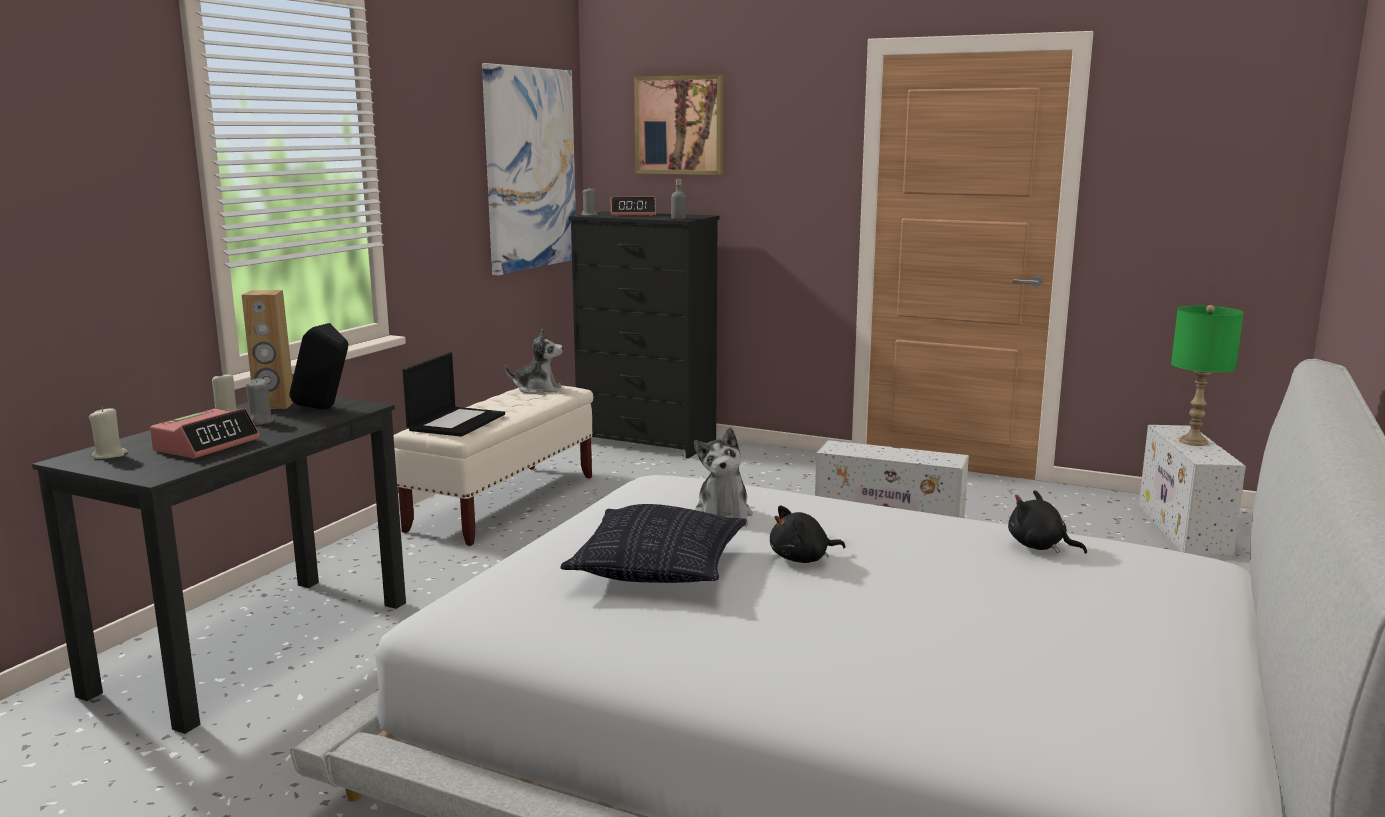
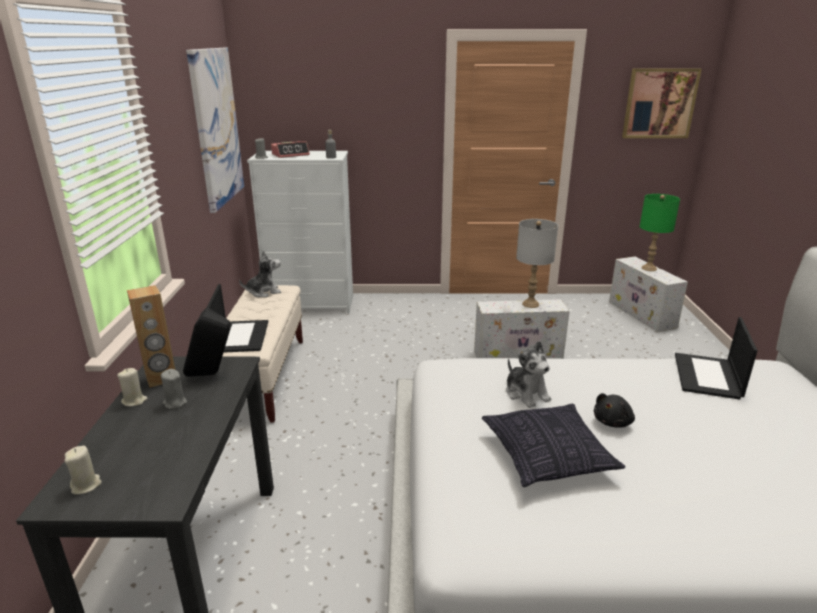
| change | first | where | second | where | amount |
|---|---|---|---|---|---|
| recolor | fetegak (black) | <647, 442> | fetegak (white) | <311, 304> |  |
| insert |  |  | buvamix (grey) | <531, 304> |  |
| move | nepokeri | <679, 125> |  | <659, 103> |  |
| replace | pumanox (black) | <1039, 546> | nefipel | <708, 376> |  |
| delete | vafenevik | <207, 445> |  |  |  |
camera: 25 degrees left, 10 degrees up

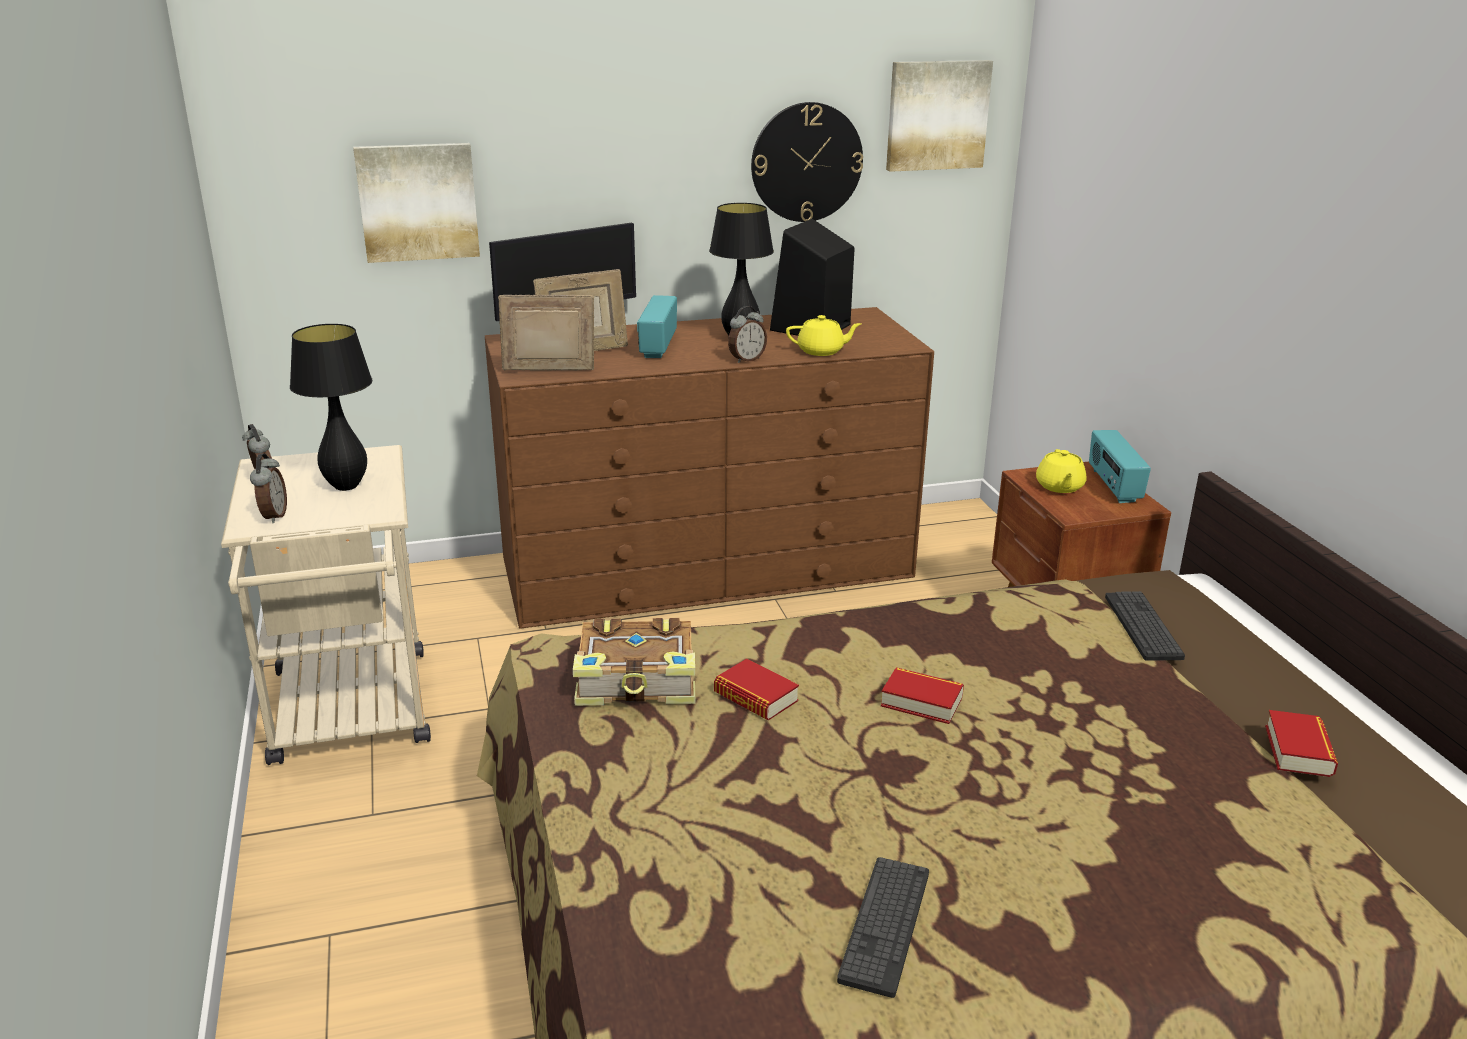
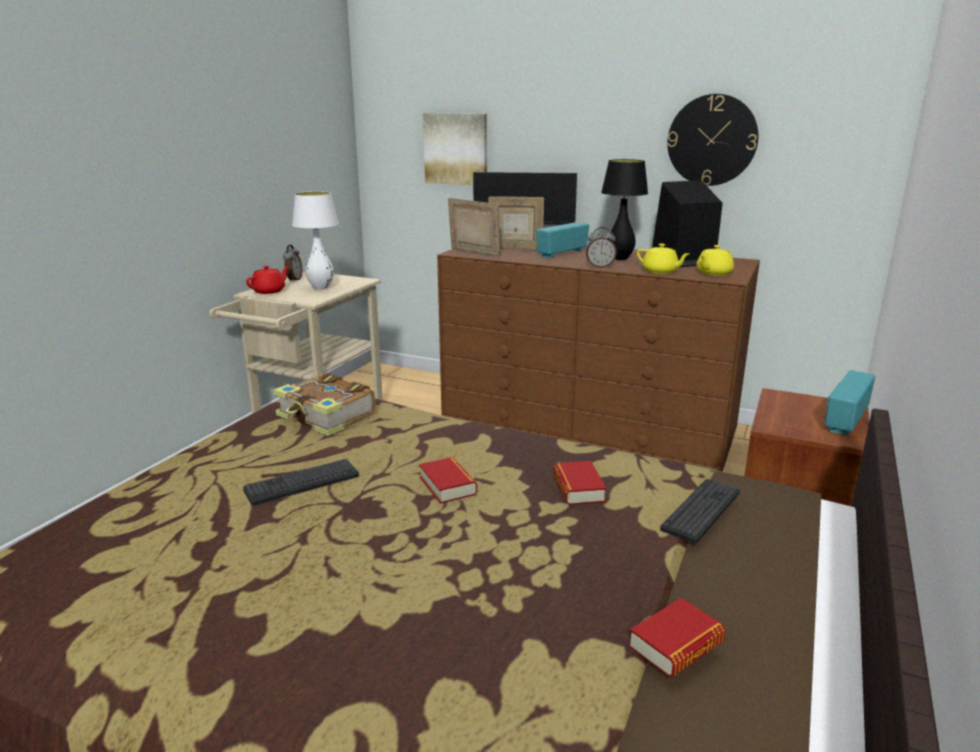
| change | first | where | second | where | amount |
|---|---|---|---|---|---|
| move | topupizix | <885, 925> |  | <302, 483> |  |
| replace | vafenevik | <273, 516> | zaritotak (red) | <269, 291> |  |
| recolor | buvamix (black) | <346, 486> | buvamix (white) | <321, 288> |  |
| move | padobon | <755, 697> |  | <578, 488> |  |
| move | zaritotak (yellow) | <1059, 487> |  | <713, 273> |  |
| delete | nepokeri | <937, 115> |  |  |  |
camera: 40 degrees right, 5 degrees down

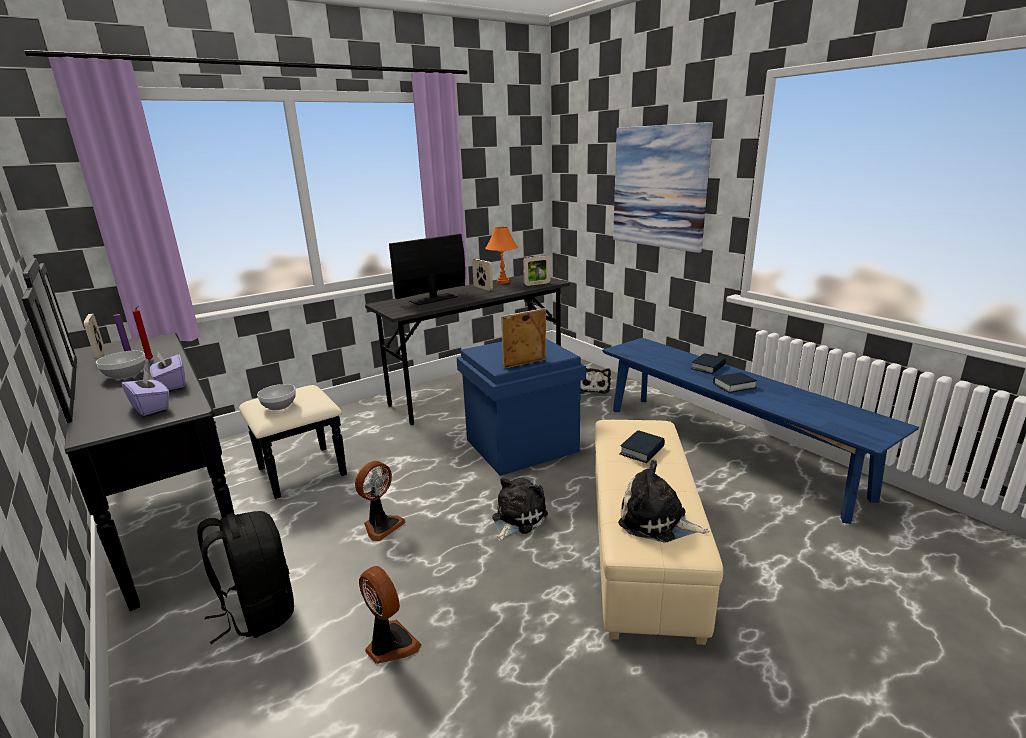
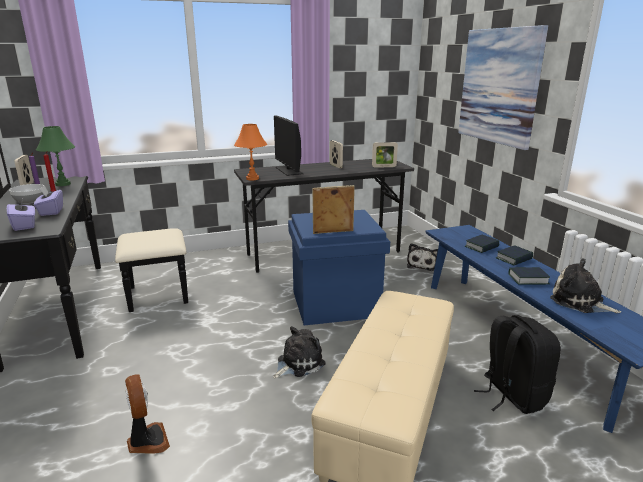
| change | first | where | second | where | amount |
|---|---|---|---|---|---|
| insert |  |  | buvamix (green) | <63, 184> |  |
| move | buvamix (orange) | <502, 282> |  | <252, 178> |  |
| rotate | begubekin | <433, 299> |  | <289, 170> | 90 degrees counterclockwise |
| move | padobon | <642, 451> |  | <481, 247> |  |
| move | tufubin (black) | <258, 612> |  | <512, 395> |  |
| move | pumanox | <657, 522> |  | <580, 302> |  |
| delete | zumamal | <278, 406> |  |  |  |
| delete | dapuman | <381, 525> |  |  |  |
camera: 15 degrees right, 0 degrees up

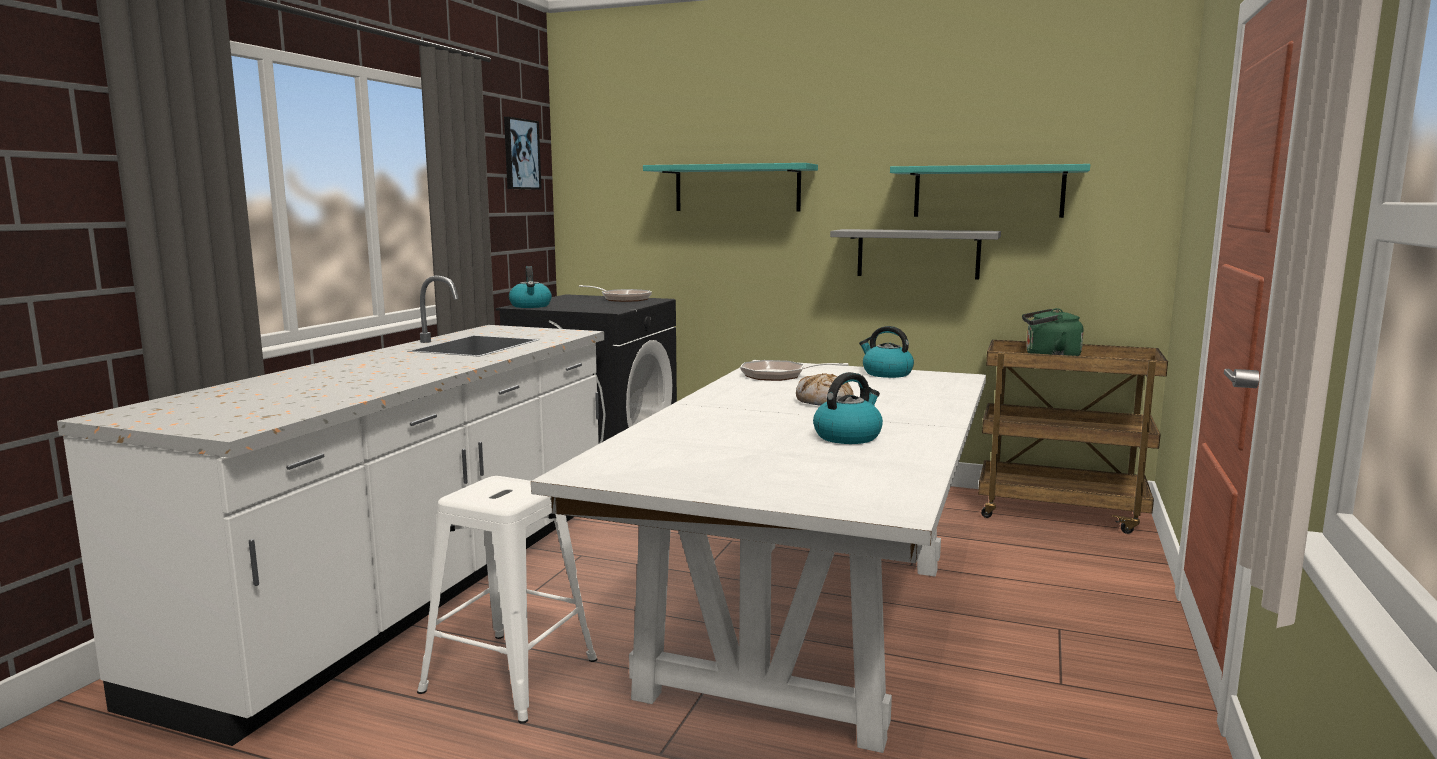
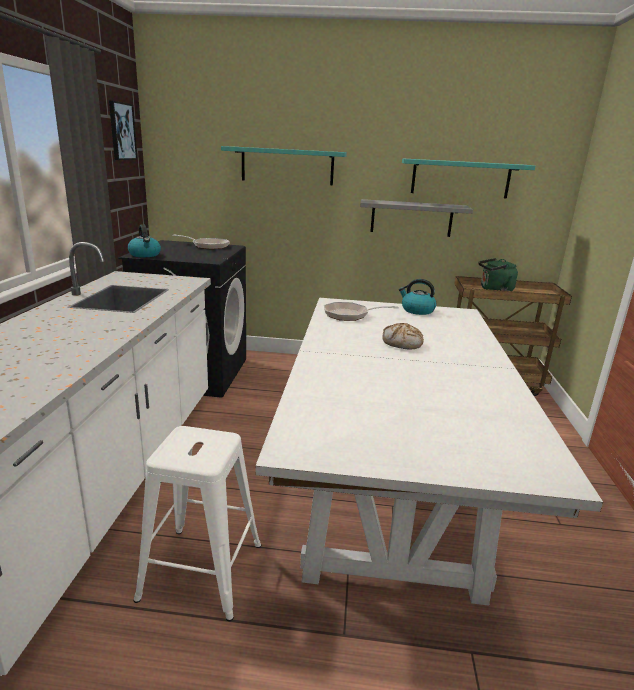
| change | first | where | second | where | amount |
|---|---|---|---|---|---|
| delete | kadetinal | <848, 436> |  |  |  |
camera: 15 degrees left, 10 degrees up

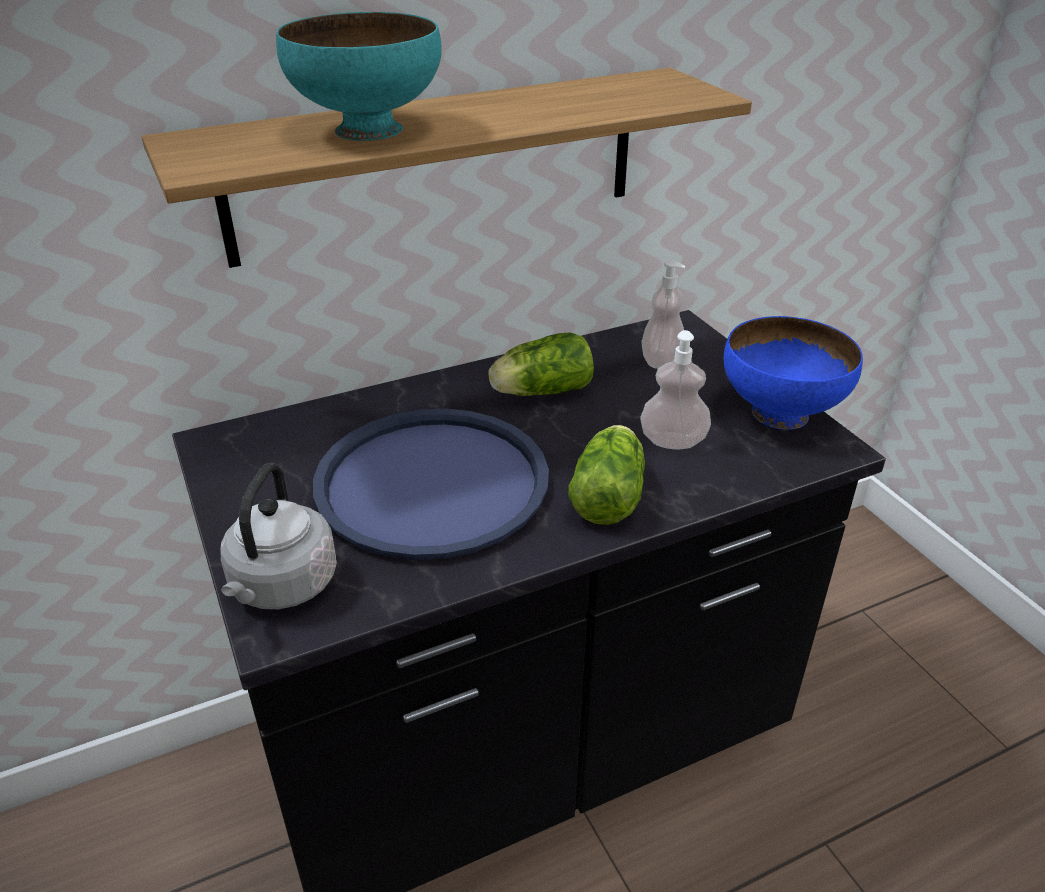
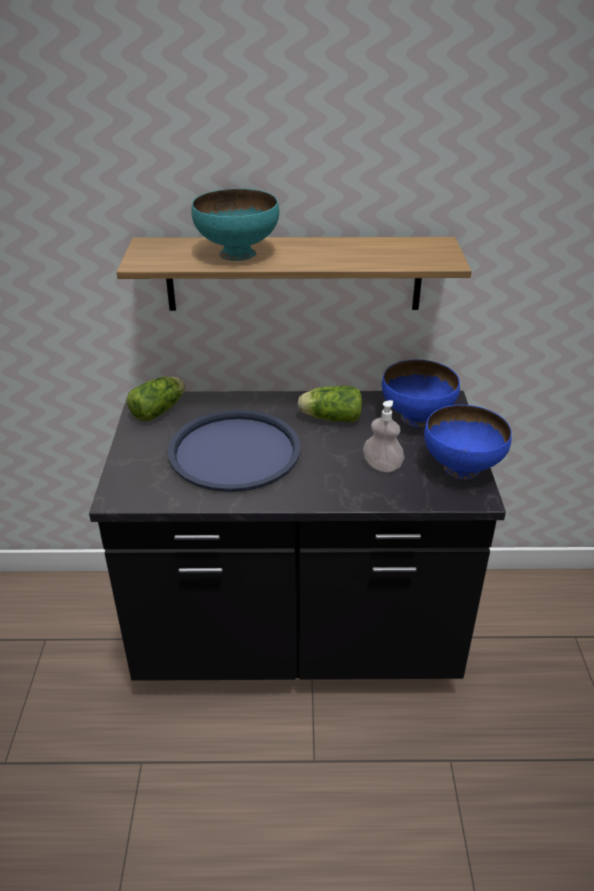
| change | first | where | second | where | amount |
|---|---|---|---|---|---|
| move | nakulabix | <609, 494> |  | <160, 410> |  |
| replace | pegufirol | <661, 360> | zumamal (blue) | <416, 417> |  |
| delete | kadetinal (grey) | <282, 587> |  |  |  |
camera: 25 degrees right, 0 degrees up

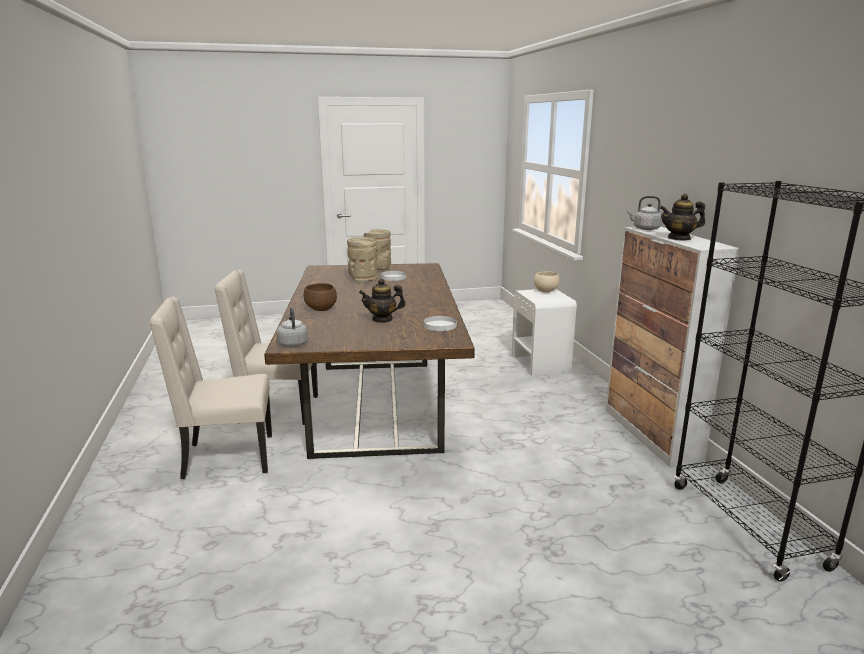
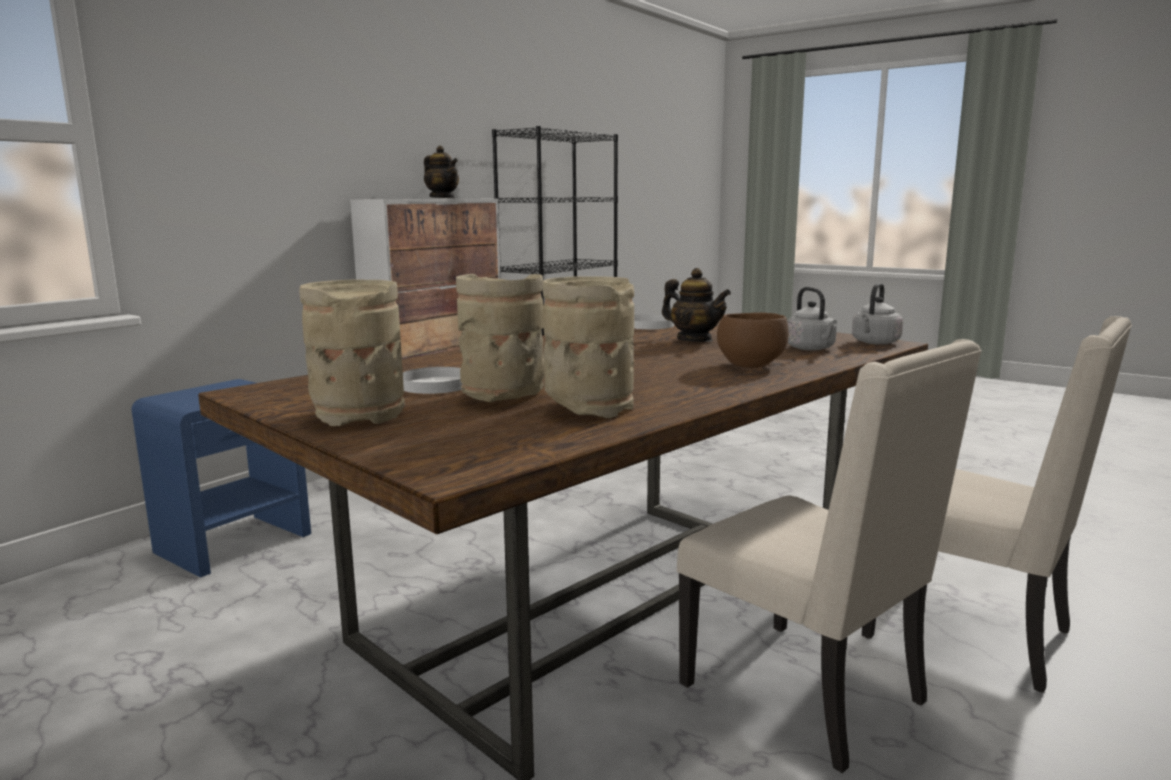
| change | first | where | second | where | amount |
|---|---|---|---|---|---|
| recolor | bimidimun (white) | <540, 364> | bimidimun (blue) | <235, 542> |  |
| insert |  |  | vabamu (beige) | <588, 407> |  |
| move | kadetinal (grey) | <645, 229> |  | <811, 349> |  |
| delete | zumamal (beige) | <545, 291> |  |  |  |
camera: 130 degrees left, 5 degrees down

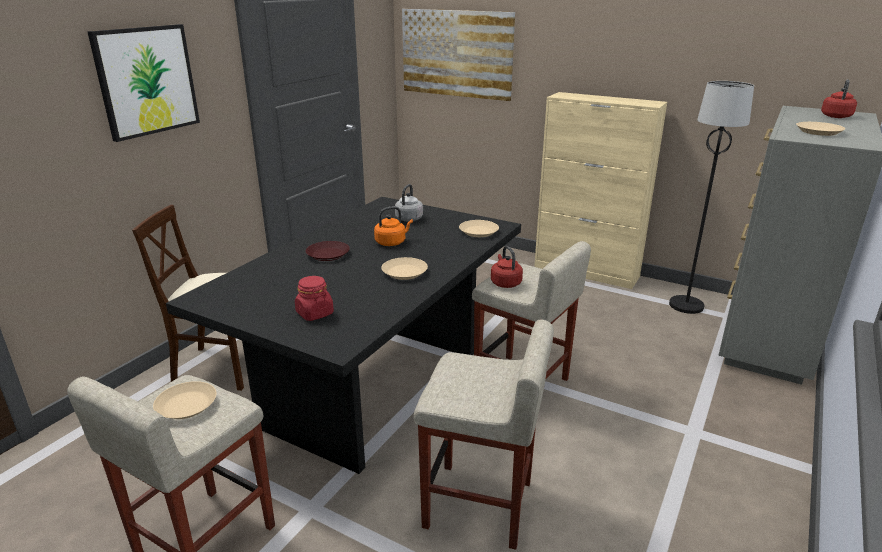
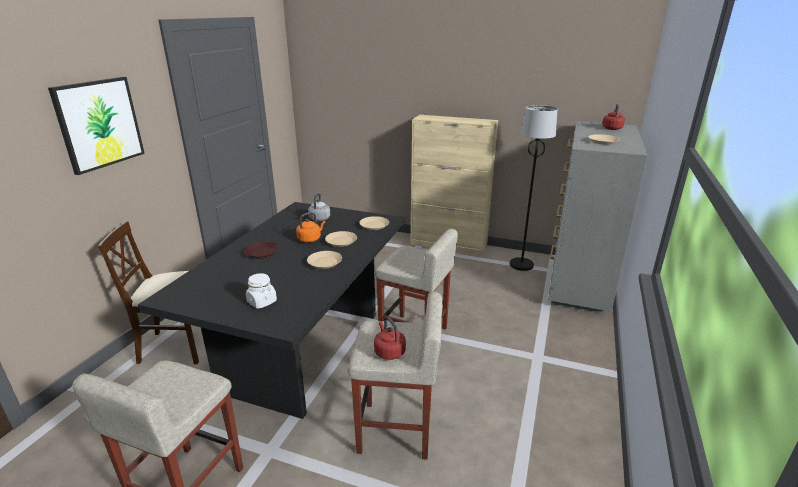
| change | first | where | second | where | amount |
|---|---|---|---|---|---|
| recolor | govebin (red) | <314, 313> | govebin (white) | <261, 302> |  |
| move | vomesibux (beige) | <186, 406> |  | <341, 242> |  |
| move | kadetinal (red) | <505, 283> |  | <389, 351> |  |
| delete | nepokeri | <456, 53> |  |  |  |
camera: 10 degrees left, 0 degrees up

